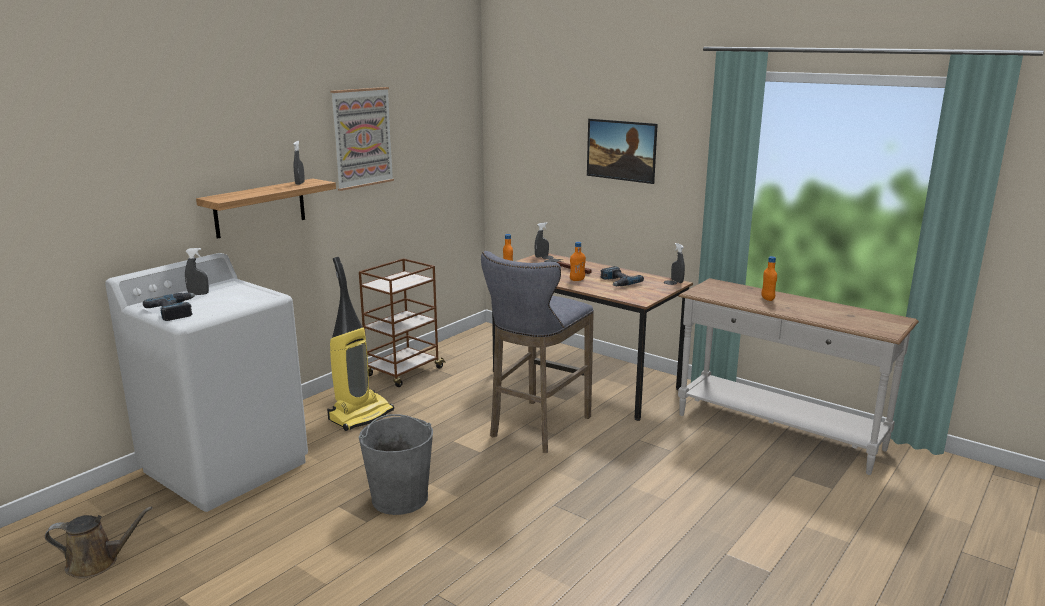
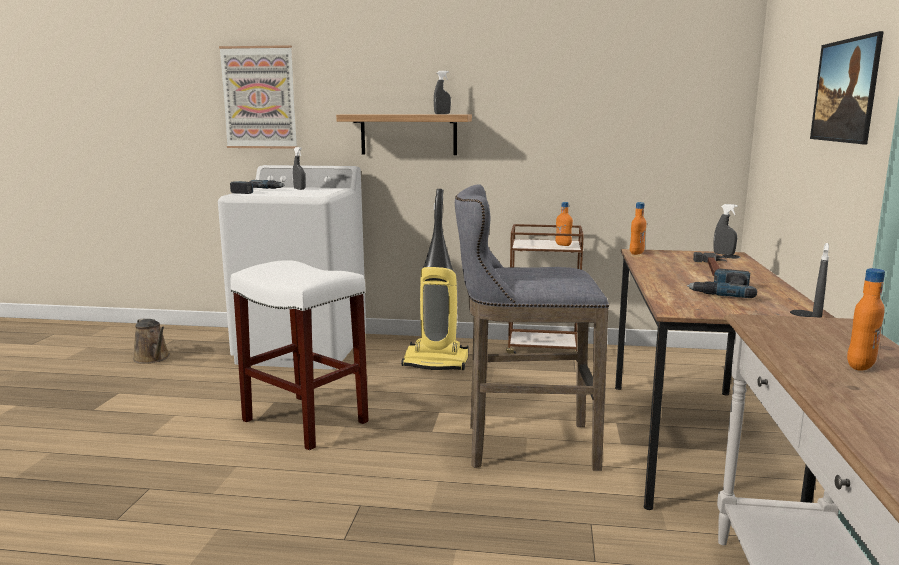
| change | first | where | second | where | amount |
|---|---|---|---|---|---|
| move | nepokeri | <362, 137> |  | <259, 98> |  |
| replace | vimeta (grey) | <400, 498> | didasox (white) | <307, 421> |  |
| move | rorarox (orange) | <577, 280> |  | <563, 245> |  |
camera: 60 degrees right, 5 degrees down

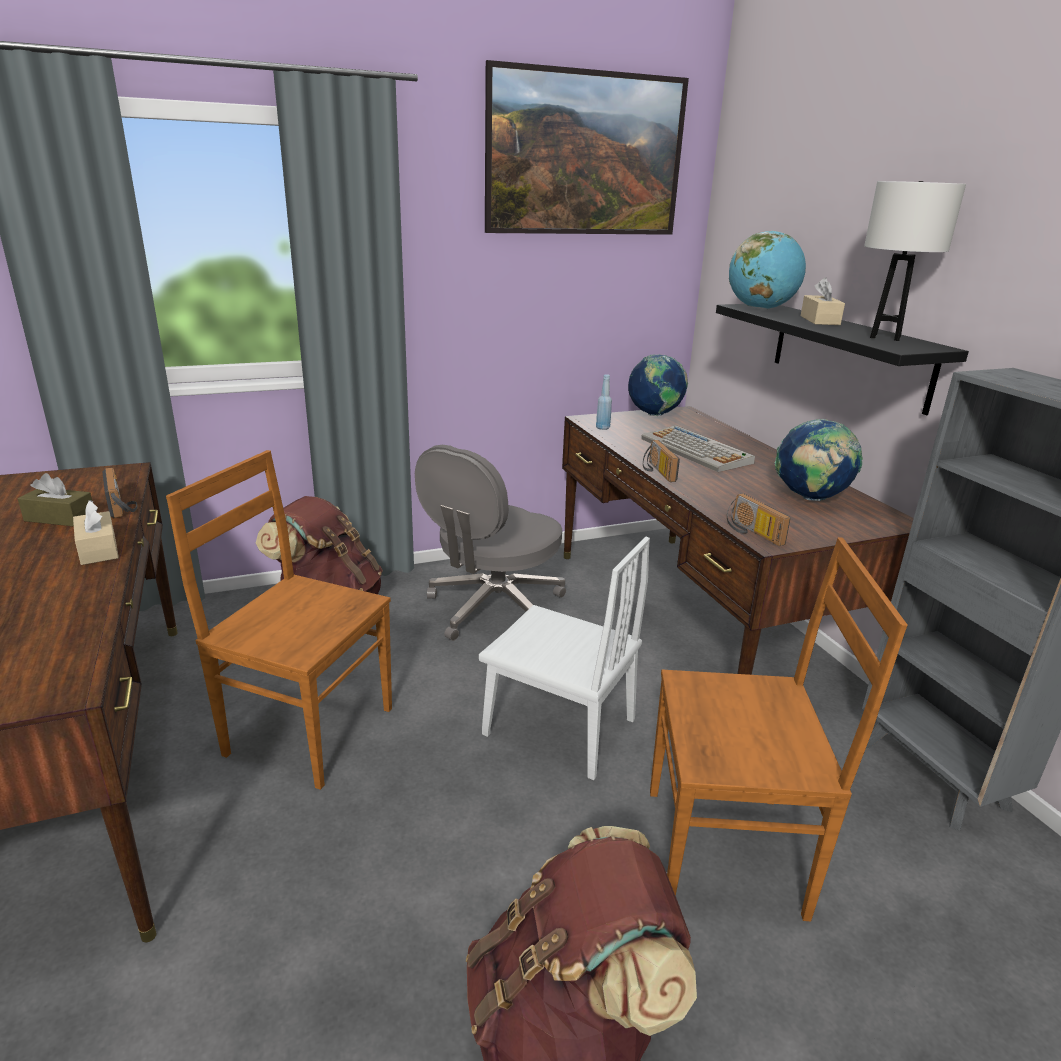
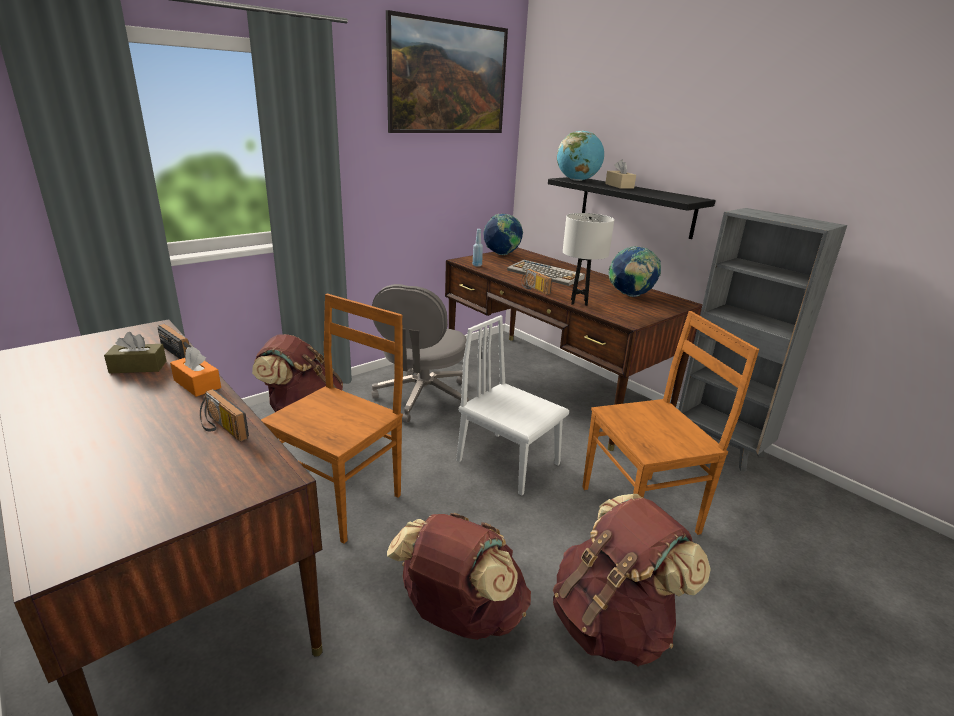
| change | first | where | second | where | amount |
|---|---|---|---|---|---|
| recolor | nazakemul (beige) | <98, 549> | nazakemul (orange) | <197, 384> |  |
| move | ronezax | <751, 532> |  | <221, 428> |  |
| rotate | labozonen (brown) | <306, 729> |  | <341, 498> | 120 degrees clockwise |
| insert |  |  | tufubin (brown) | <460, 616> |  |
| rotate | labozonen (white) | <559, 727> |  | <508, 462> | 150 degrees counterclockwise |
| move | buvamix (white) | <885, 337> |  | <579, 302> |  |
camera: 20 degrees left, 0 degrees up

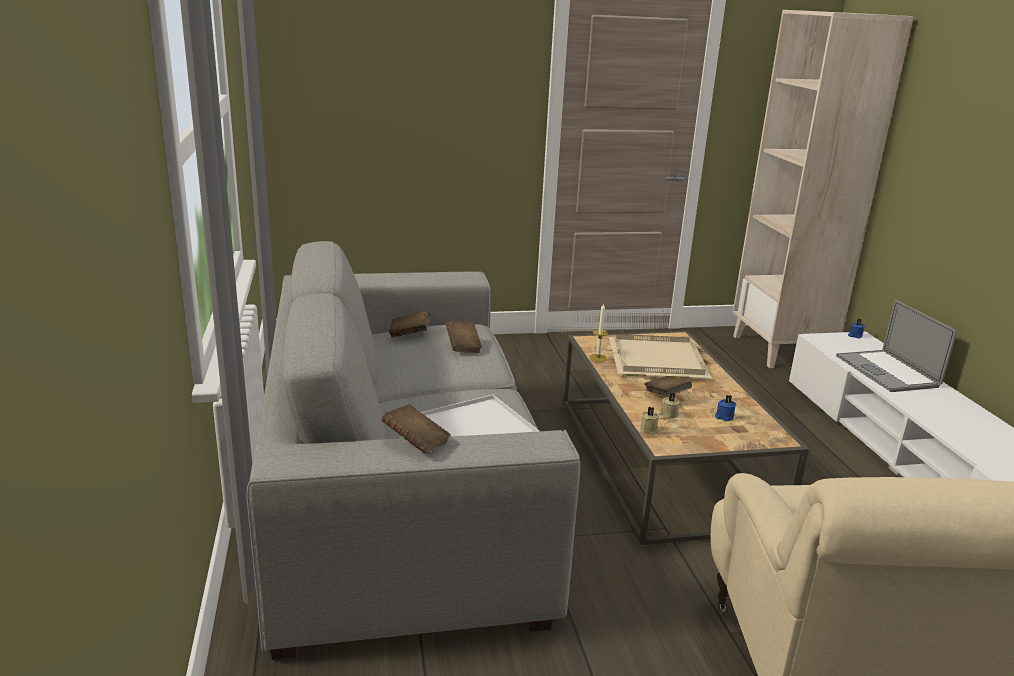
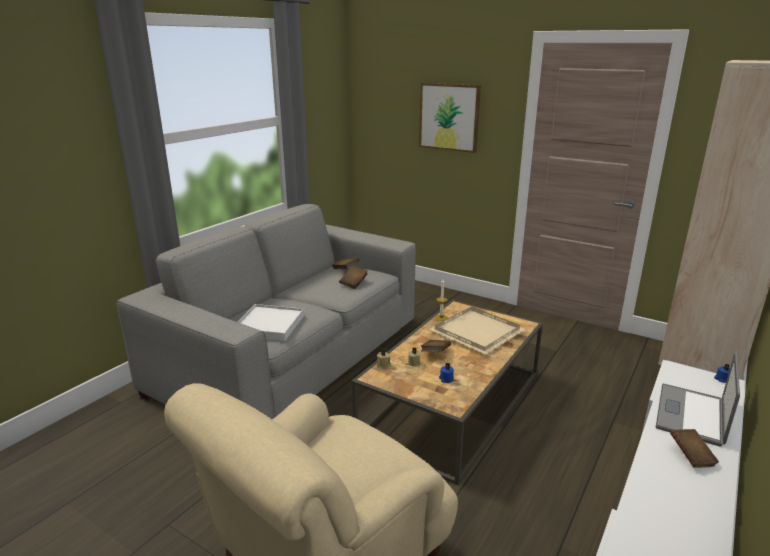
| change | first | where | second | where | amount |
|---|---|---|---|---|---|
| insert |  |  | nepokeri | <449, 117> |  |
| move | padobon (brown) | <416, 442> |  | <691, 456> |  |
camera: 45 degrees right, 0 degrees up

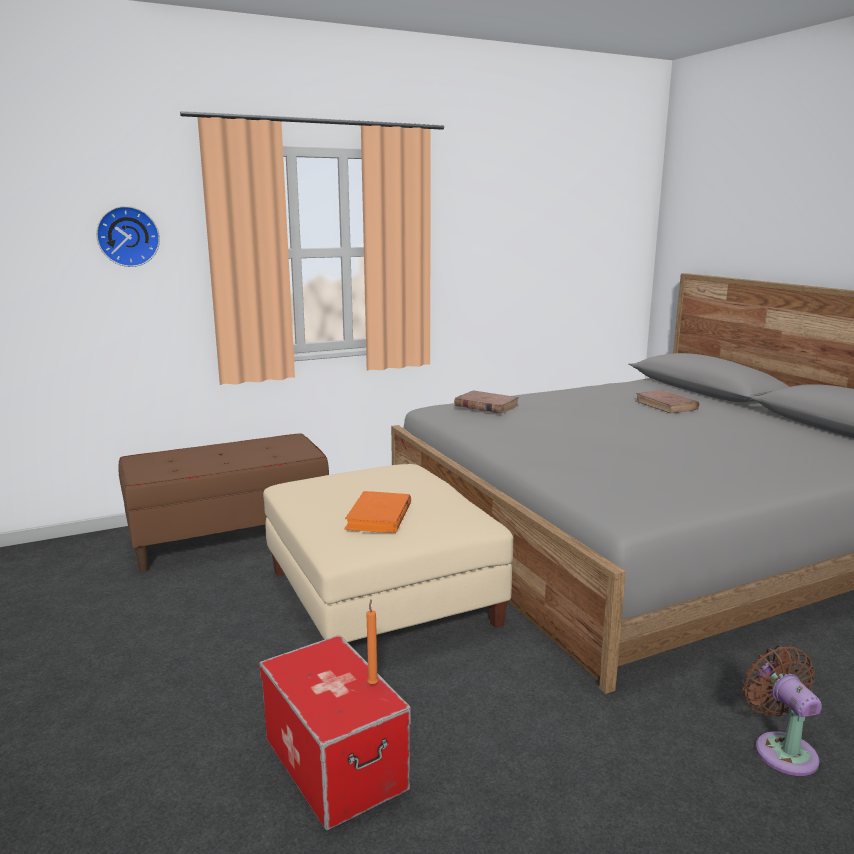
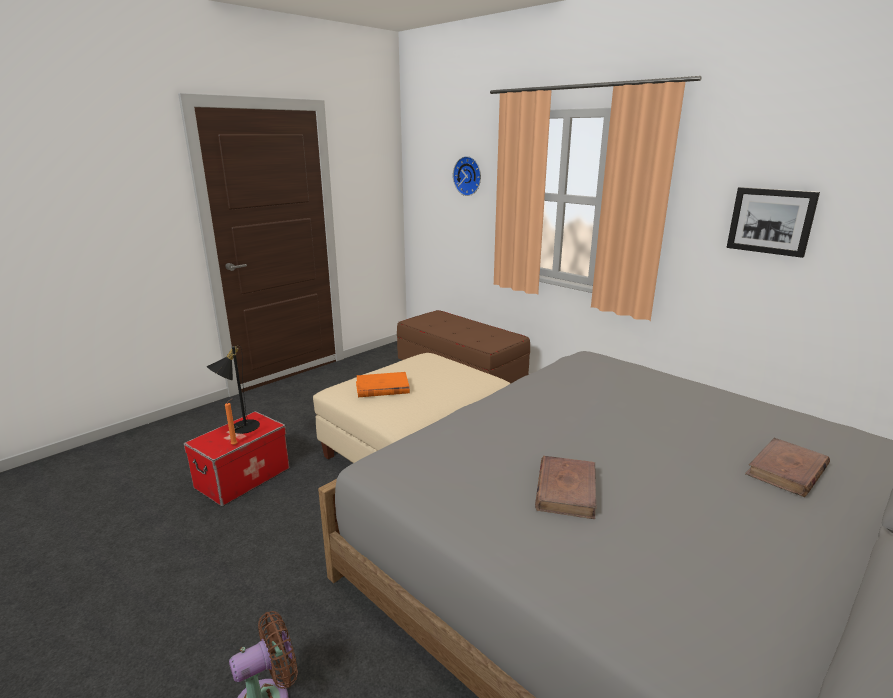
| change | first | where | second | where | amount |
|---|---|---|---|---|---|
| insert |  |  | buvamix (black) | <239, 427> |  |
| move | padobon (brown) | <486, 405> |  | <566, 490> |  |
| insert |  |  | nepokeri | <771, 221> |  |
camera: 70 degrees right, 5 degrees up

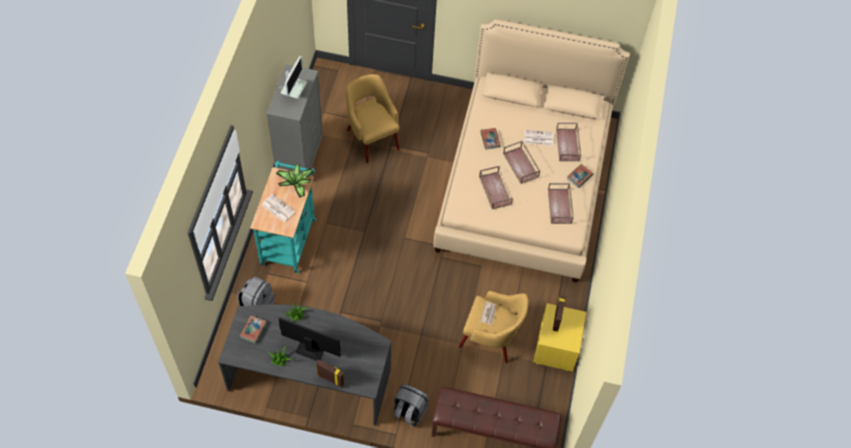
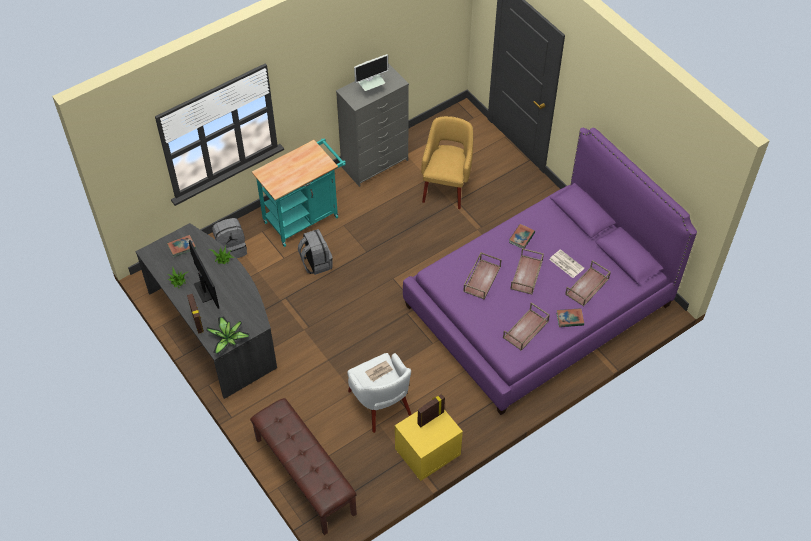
| change | first | where | second | where | amount |
|---|---|---|---|---|---|
| move | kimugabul | <296, 183> |  | <228, 339> |  |
| move | tufubin (grey) | <409, 412> |  | <316, 263> |  |
| recolor | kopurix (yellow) | <491, 338> | kopurix (white) | <380, 404> |  |
| recolor | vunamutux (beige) | <523, 183> | vunamutux (purple) | <538, 305> |  |
| delete | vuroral | <277, 208> |  |  |  |
camera: 45 degrees right, 5 degrees down

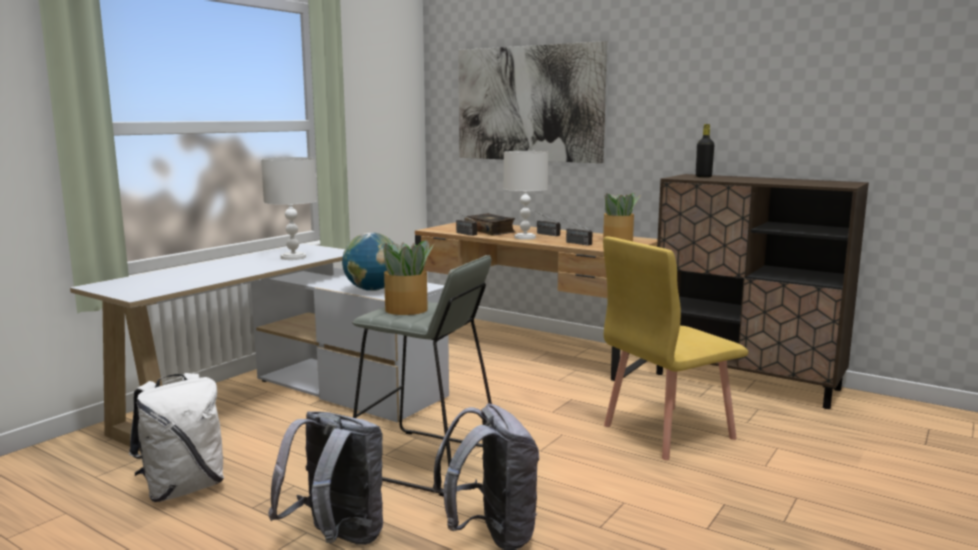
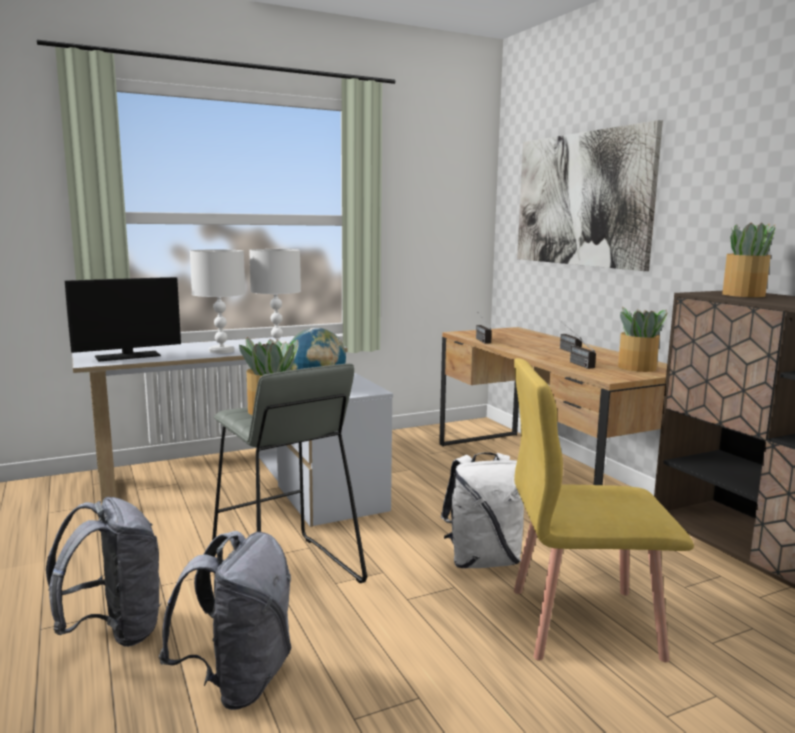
| change | first | where | second | where | amount |
|---|---|---|---|---|---|
| insert |  |  | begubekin | <128, 356> |  |
| move | buvamix (white) | <525, 237> |  | <221, 351> |  |
| move | tufubin (white) | <183, 488> |  | <482, 560> |  |
| replace | rorarox (black) | <703, 177> | kimugabul | <744, 294> |  |
| delete | padobon | <490, 231> |  |  |  |
camera: 30 degrees right, 0 degrees up

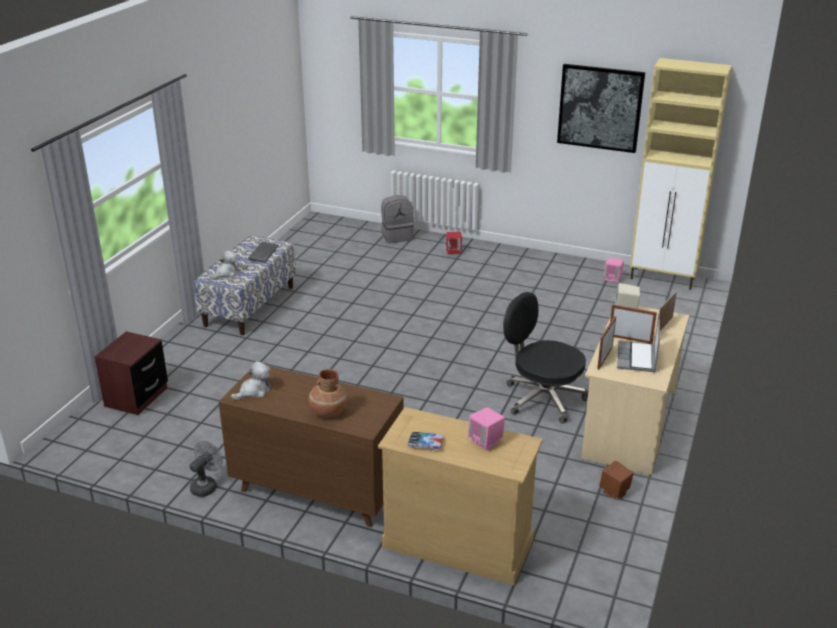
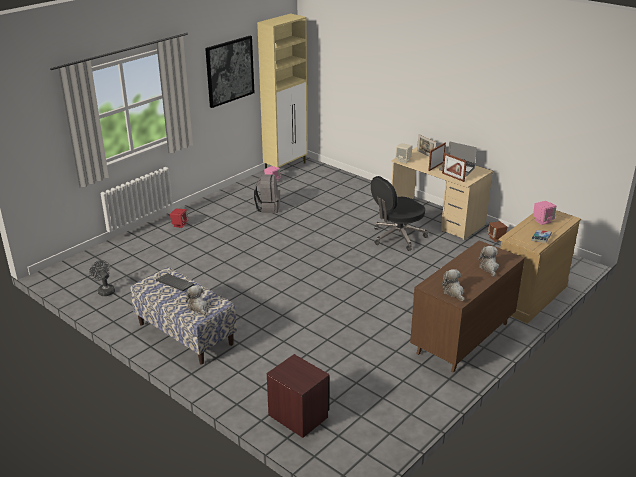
| change | first | where | second | where | amount |
|---|---|---|---|---|---|
| move | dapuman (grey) | <206, 486> |  | <105, 290> |  |
| move | tufubin (grey) | <397, 236> |  | <267, 207> |  |
| replace | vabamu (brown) | <328, 412> | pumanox | <489, 268> |  |
camera: 70 degrees left, 0 degrees up

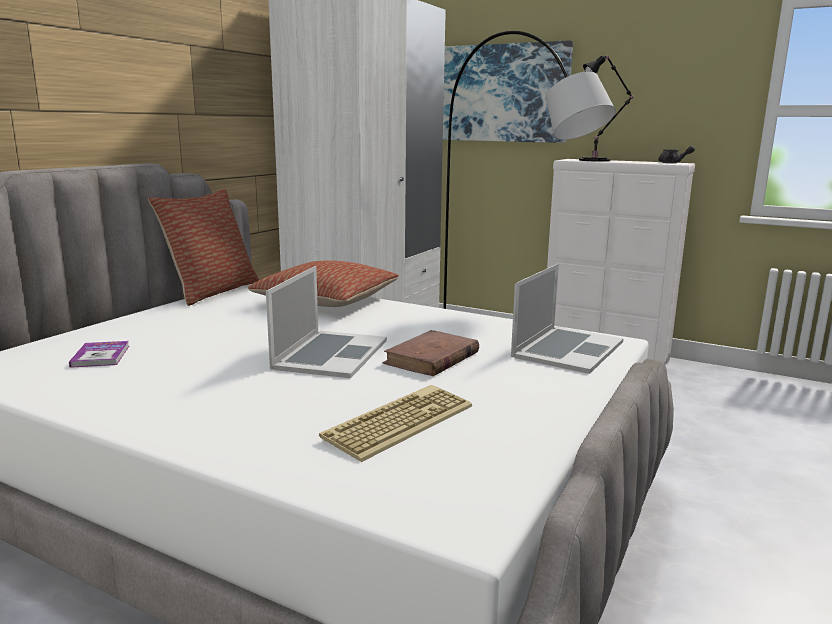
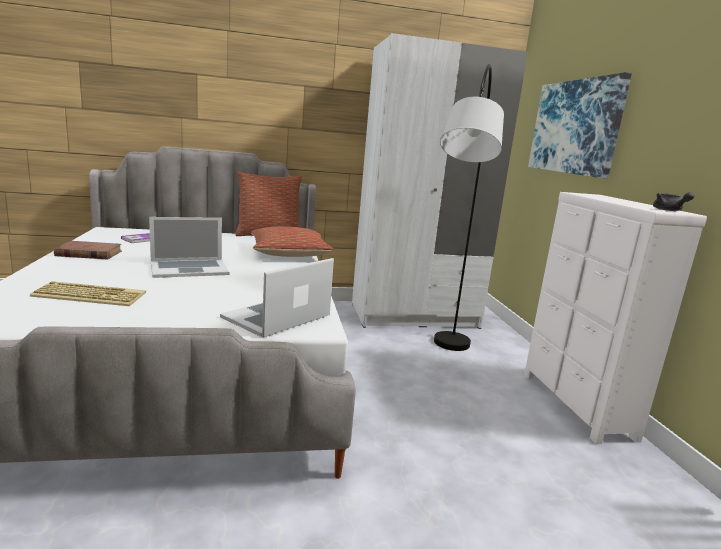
| change | first | where | second | where | amount |
|---|---|---|---|---|---|
| move | padobon (brown) | <432, 358> |  | <88, 253> |  |
| rotate | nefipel | <567, 349> |  | <277, 316> | 135 degrees clockwise |
| delete | buvamix (black) | <597, 160> |  |  |  |
camera: 50 degrees right, 0 degrees up

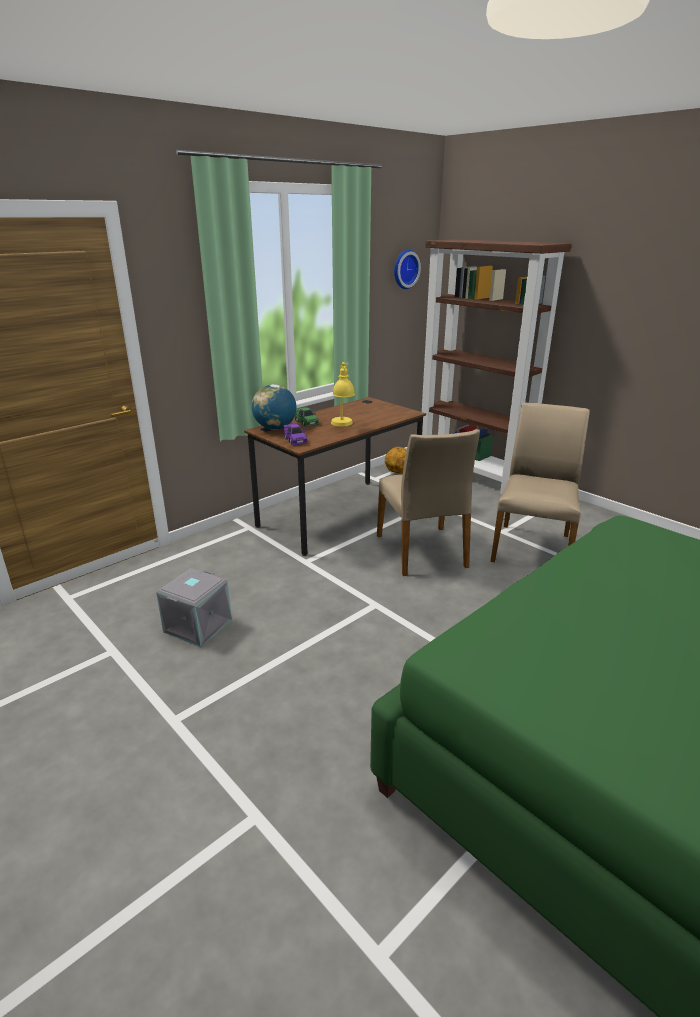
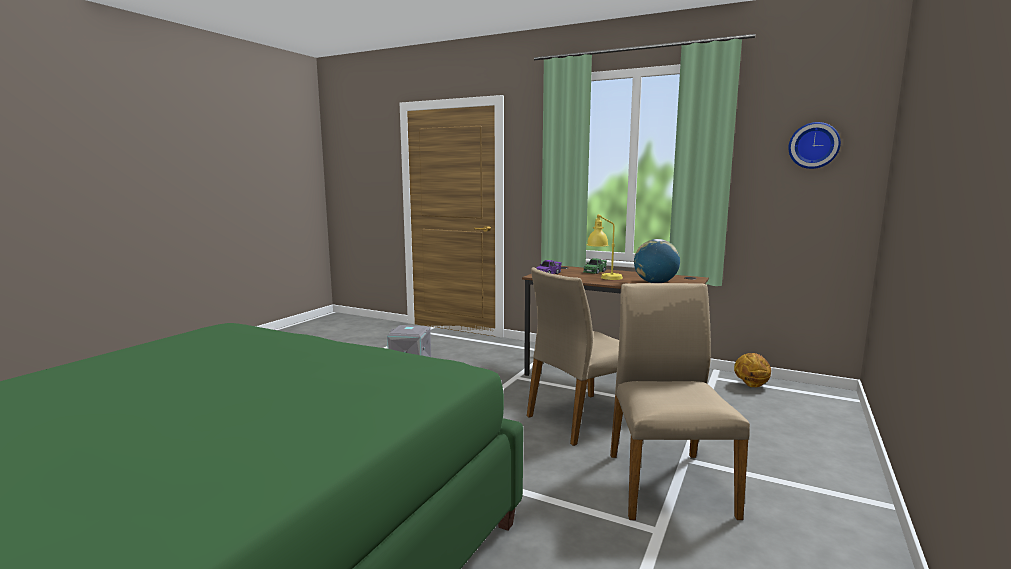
| change | first | where | second | where | amount |
|---|---|---|---|---|---|
| rotate | labozonen (beige) | <532, 547> |  | <667, 483> | 90 degrees counterclockwise |
| move | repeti | <275, 428> |  | <655, 283> |  |
| delete | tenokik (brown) | <473, 474> |  |  |  |
camera: 70 degrees right, 15 degrees down

